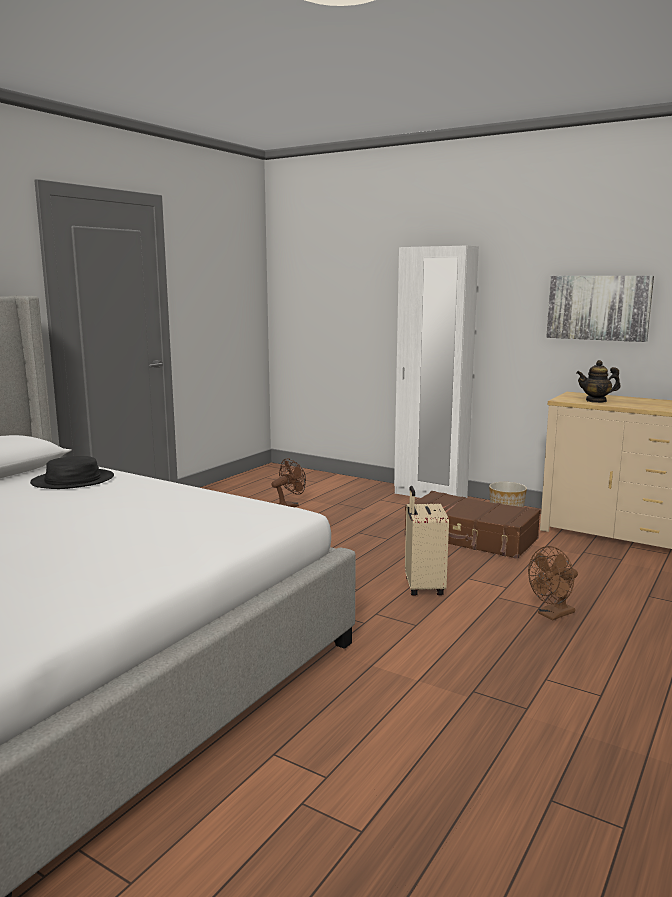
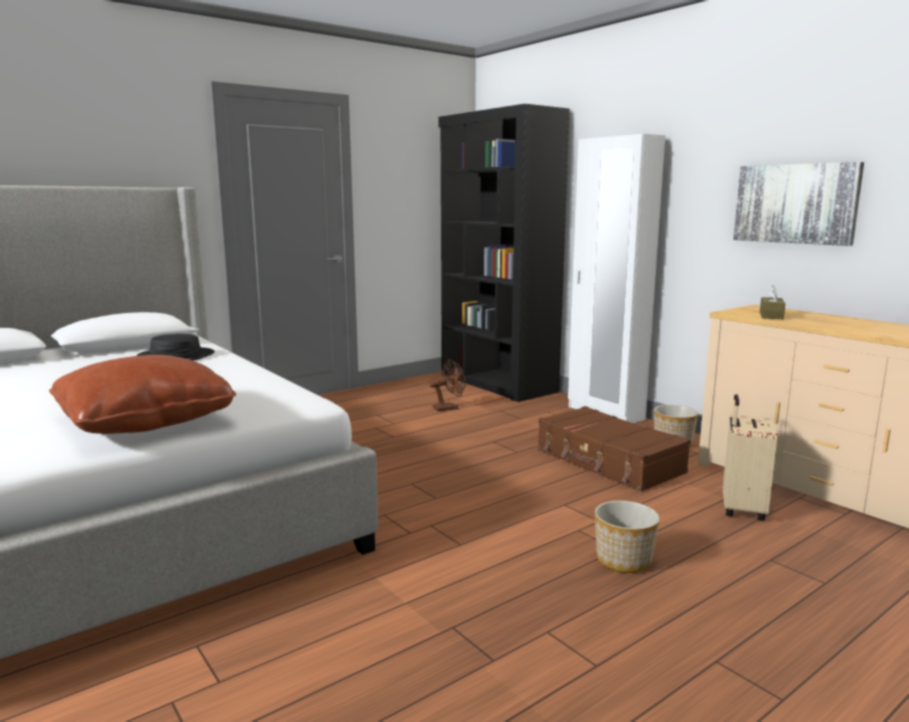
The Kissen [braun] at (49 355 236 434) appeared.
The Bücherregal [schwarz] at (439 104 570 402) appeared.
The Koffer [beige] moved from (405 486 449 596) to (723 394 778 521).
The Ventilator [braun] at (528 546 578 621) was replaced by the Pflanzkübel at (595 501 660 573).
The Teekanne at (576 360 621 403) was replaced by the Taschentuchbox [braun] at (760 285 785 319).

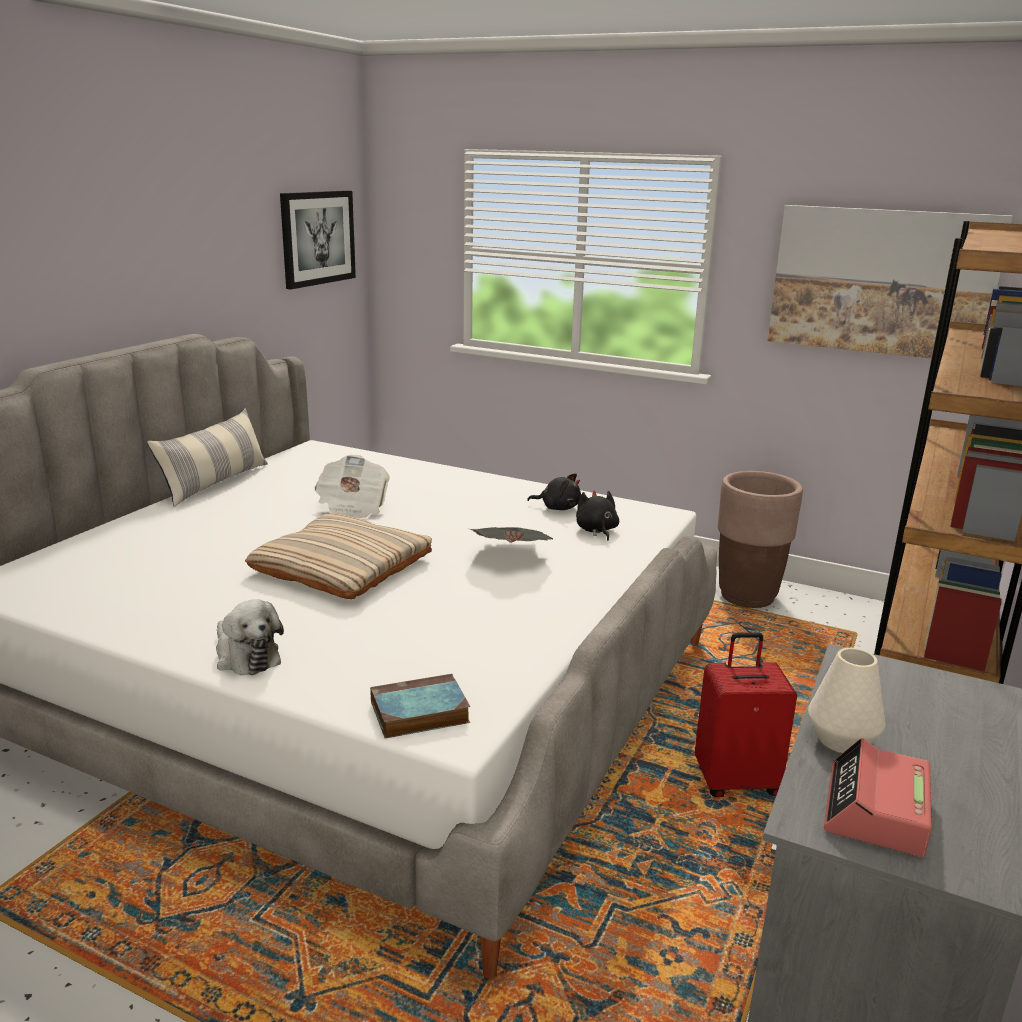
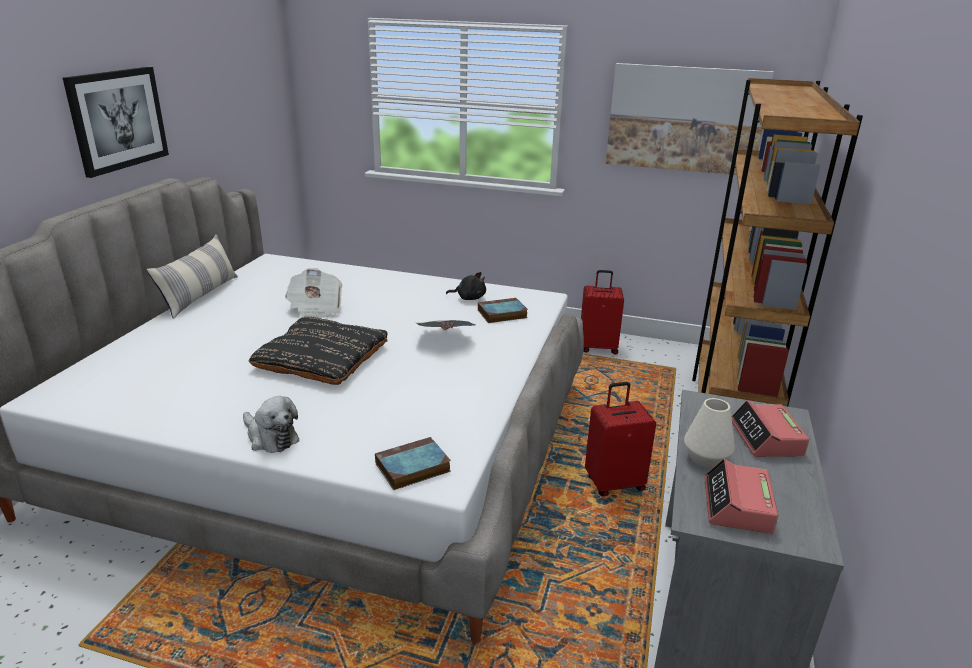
The Wecker at (731 400 809 457) appeared.
The Bild moved from (280 190 356 289) to (63 67 169 178).
The Plüschtier [schwarz] at (576 490 619 541) was replaced by the Buch at (478 298 528 323).
The Pflanzkübel [braun] at (718 471 803 608) was replaced by the Koffer [rot] at (581 270 624 355).
The Kissen [beige] at (245 513 432 599) became the Kissen [schwarz] at (249 317 388 385).

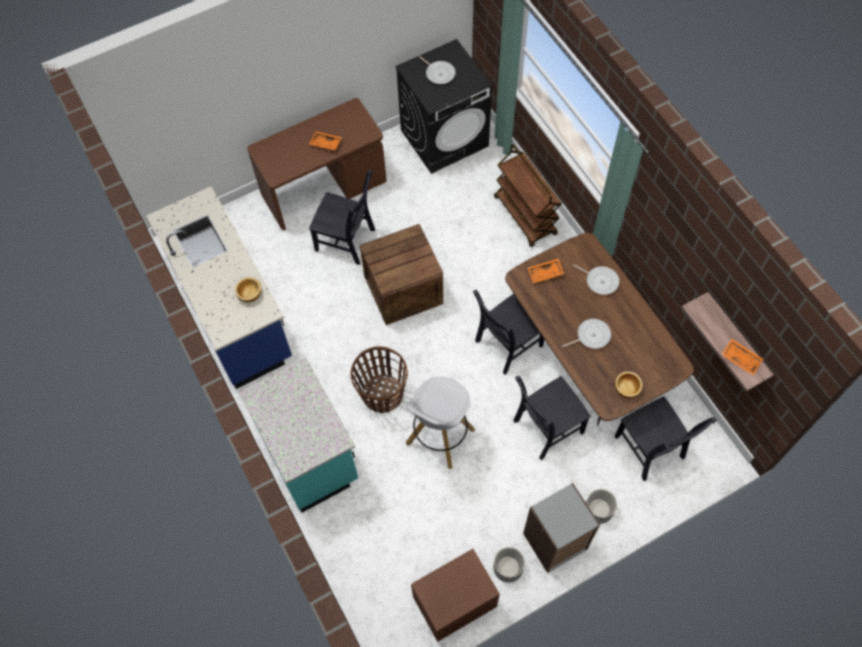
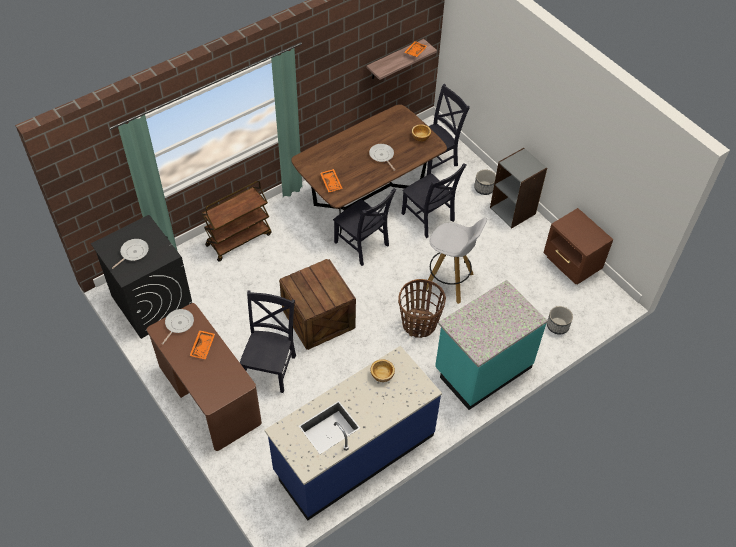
The Pflanzkübel moved from (493 547 525 582) to (547 306 573 335).
The Pfanne moved from (572 264 619 295) to (162 309 194 345).

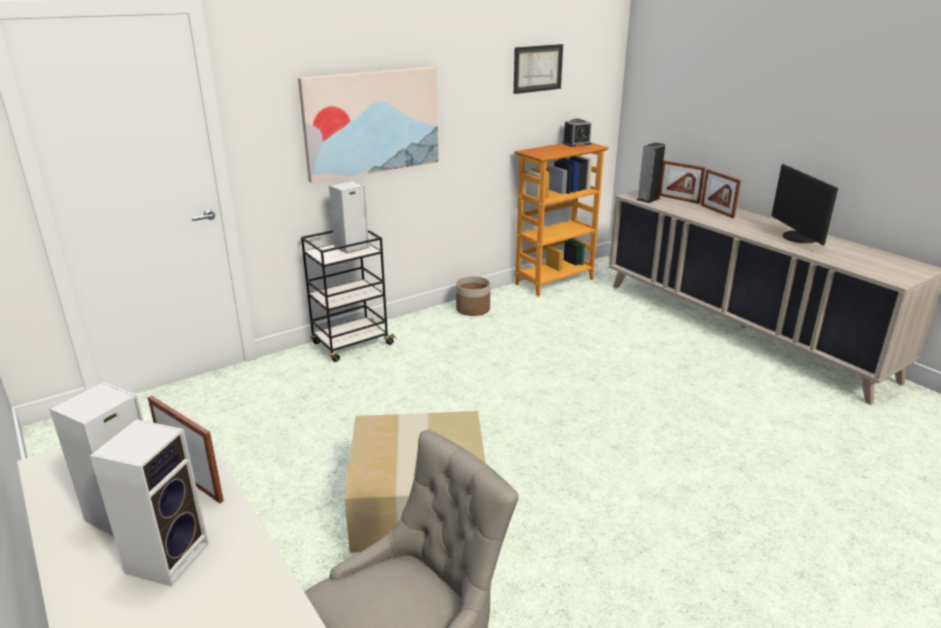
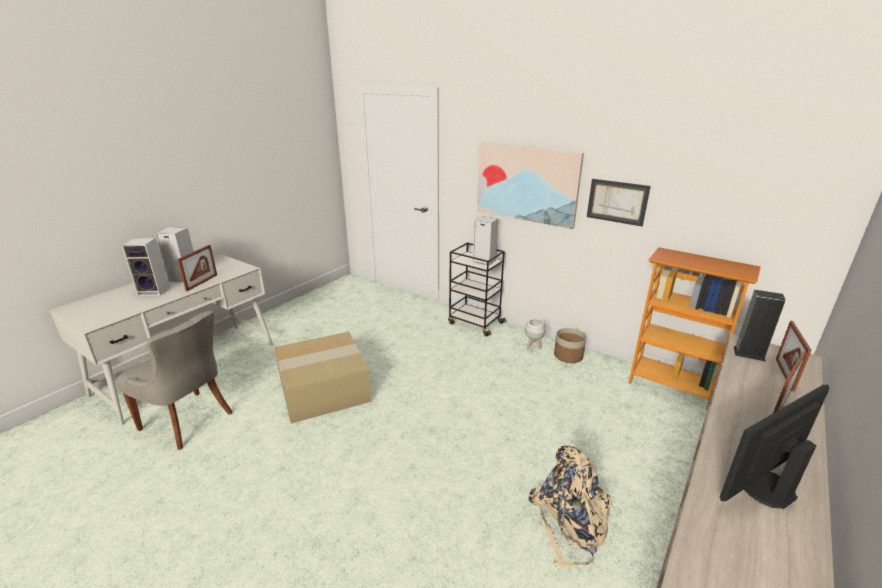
The Wecker at (563 119 592 147) disappeared.
The Pflanzkübel [weiß] at (525 319 545 349) appeared.
The Rucksack [beige] at (528 445 615 567) appeared.
The Bild moved from (514 44 563 94) to (587 179 651 226).

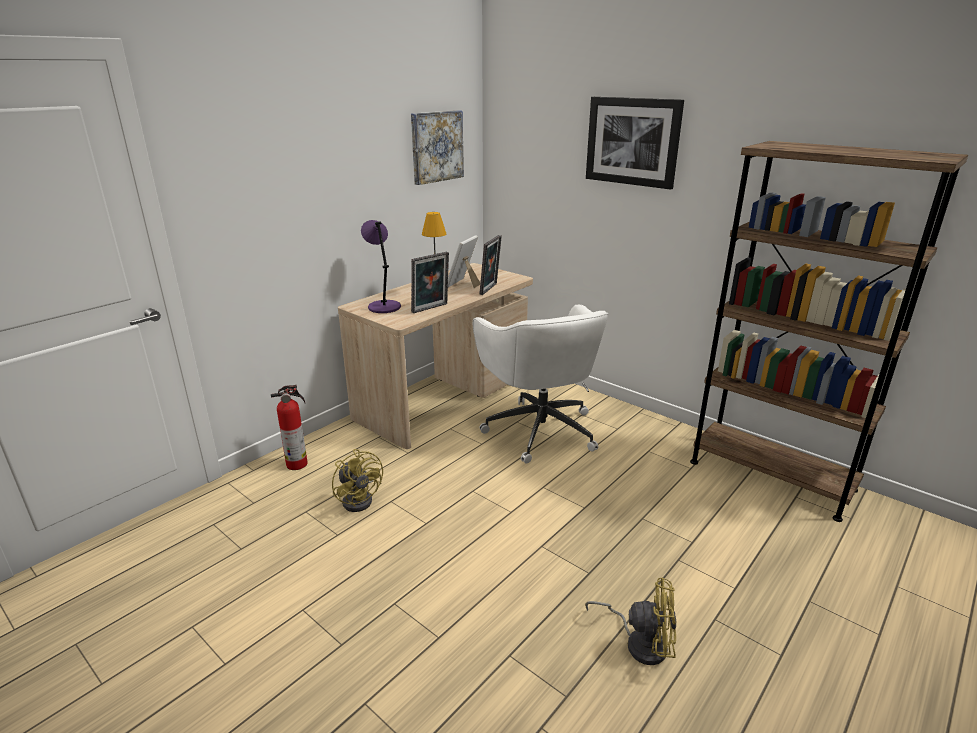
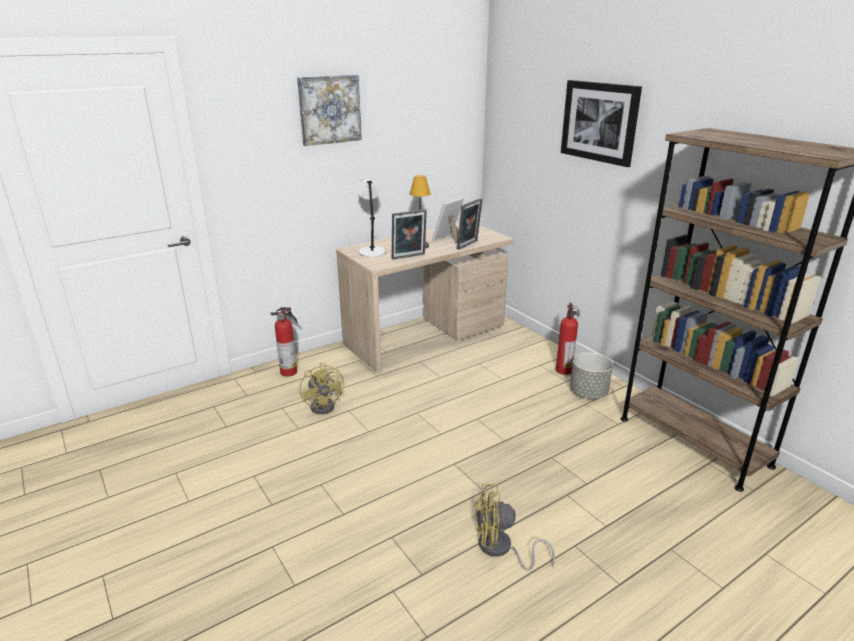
The Bürostuhl [weiß] at (473 305 608 464) disappeared.
The Feuerlöscher at (556 303 580 375) appeared.
The Pflanzkübel [grau] at (570 353 613 399) appeared.
The Bild moved from (411 110 464 185) to (297 75 362 146).
The Tischlampe [lila] at (361 220 401 313) became the Tischlampe [weiß] at (357 179 386 257).
The Ventilator [gelb] at (585 578 677 665) turned 150 degrees clockwise.

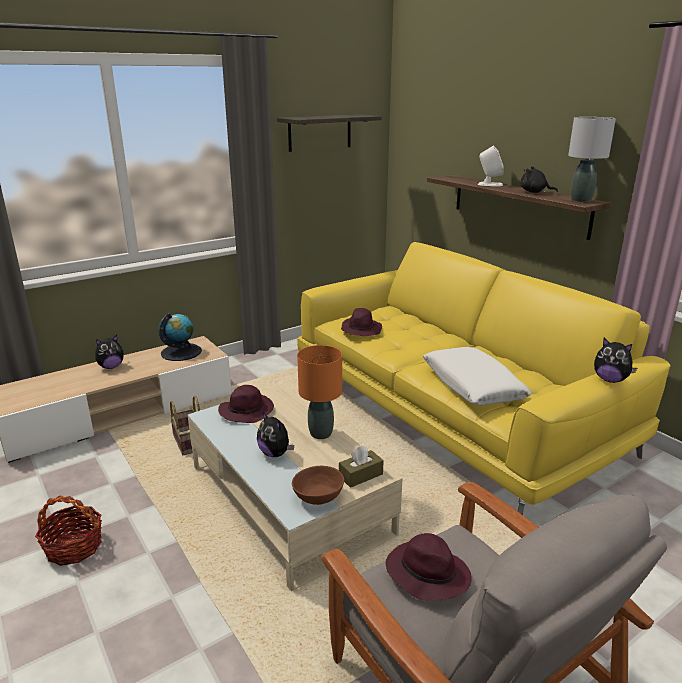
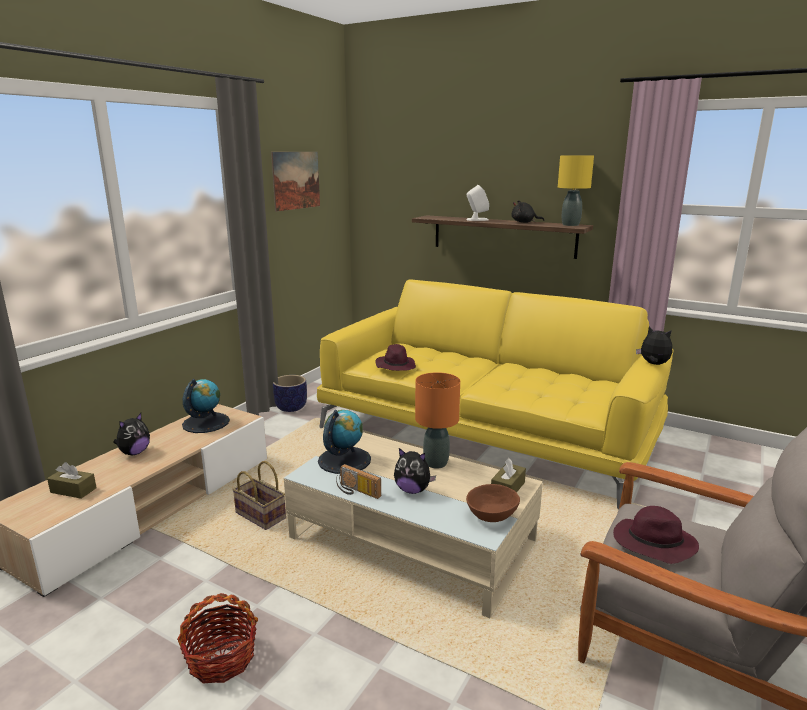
The Kissen [weiß] at (423 347 532 405) disappeared.
The Taschentuchbox [braun] at (47 462 97 499) appeared.
The Pflanzkübel at (273 375 307 412) appeared.
The Radio at (336 464 381 499) appeared.
The Hut [lila] at (218 385 274 423) was replaced by the Globus at (318 410 371 474).
The Wandregal at (277 114 382 152) was replaced by the Bild at (271 152 320 211).
The Tischlampe [grau] at (568 117 616 202) became the Tischlampe [gelb] at (558 155 594 226).
The Plüschtier at (594 338 637 383) turned 150 degrees counterclockwise.

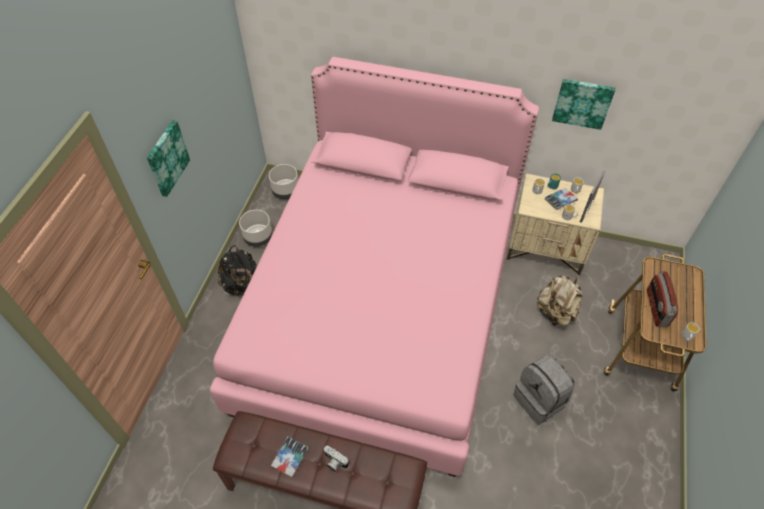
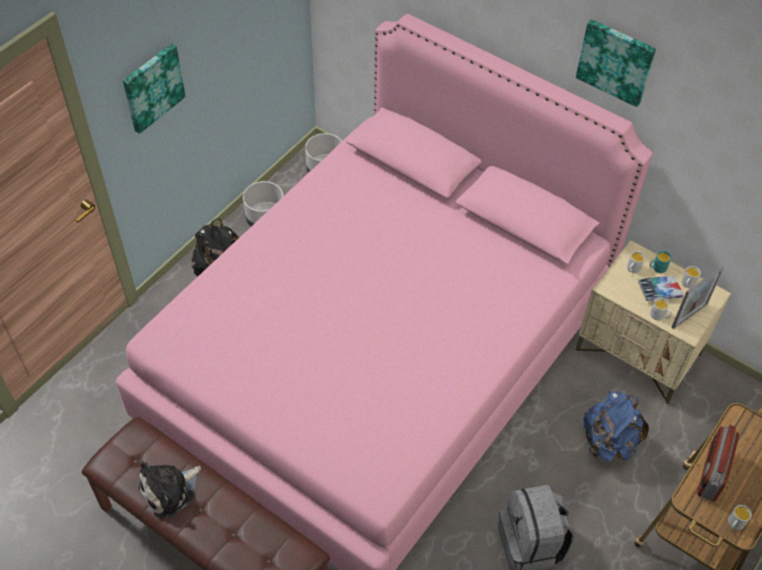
The Kamera at (324 446 349 472) disappeared.
The Bild moved from (552 79 615 130) to (576 19 656 107).
The Buch at (271 437 309 478) was replaced by the Plüschtier at (138 461 201 518).
The Rucksack [beige] at (537 276 583 326) became the Rucksack [blau] at (584 391 649 461).

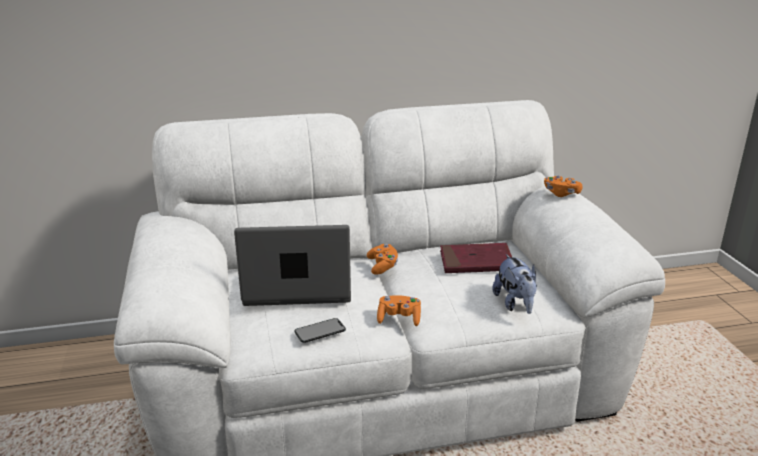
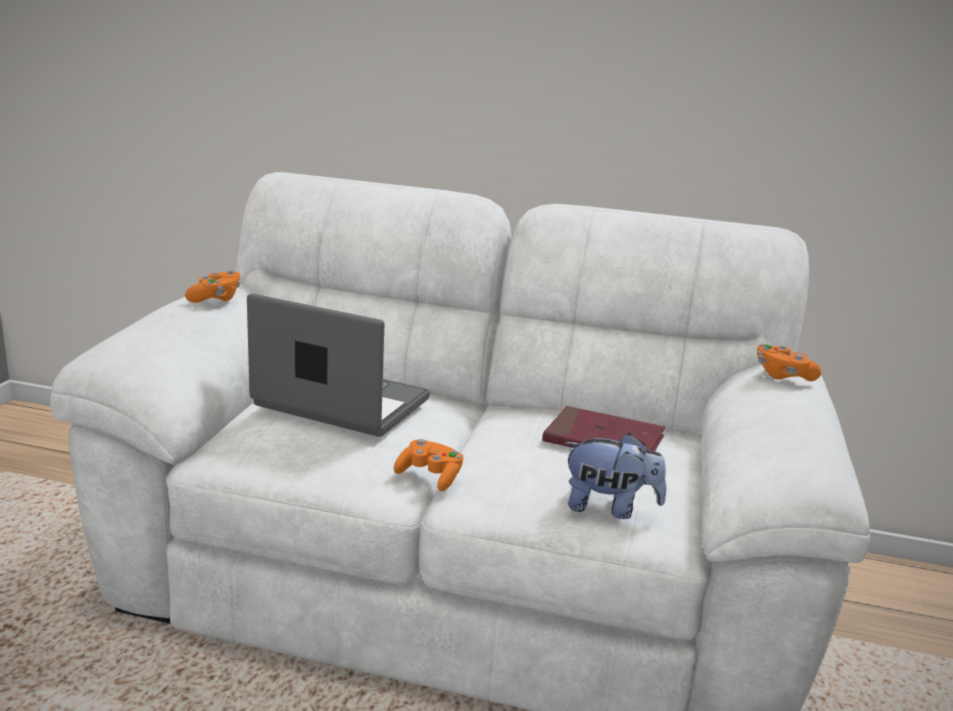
The Handy at (295 318 346 343) disappeared.
The Gamepad [orange] moved from (367 244 398 275) to (185 270 241 303).
The Plüschtier at (492 254 537 314) turned 90 degrees counterclockwise.

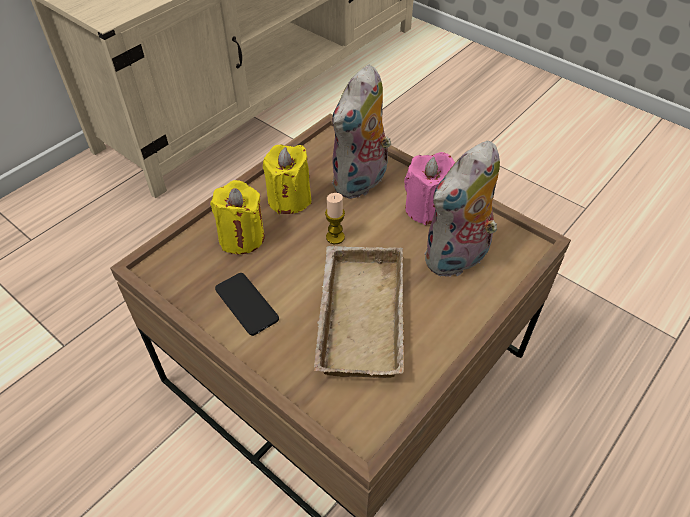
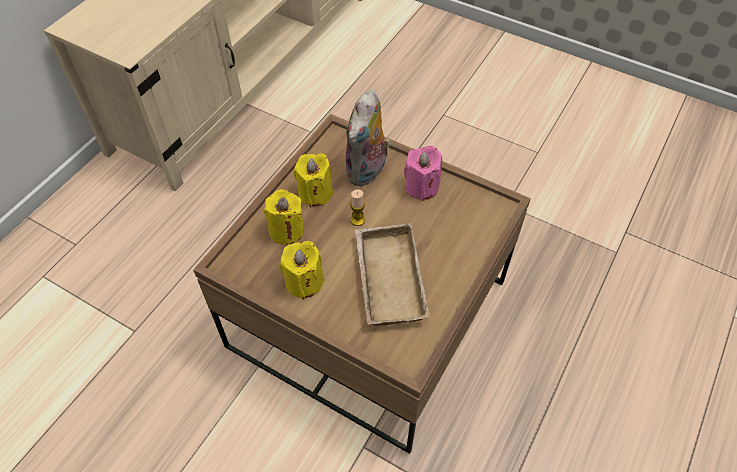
The Plüschtier at (424 141 500 277) disappeared.
The Handy at (215 273 279 336) was replaced by the Kerze [gelb] at (279 241 324 300).

